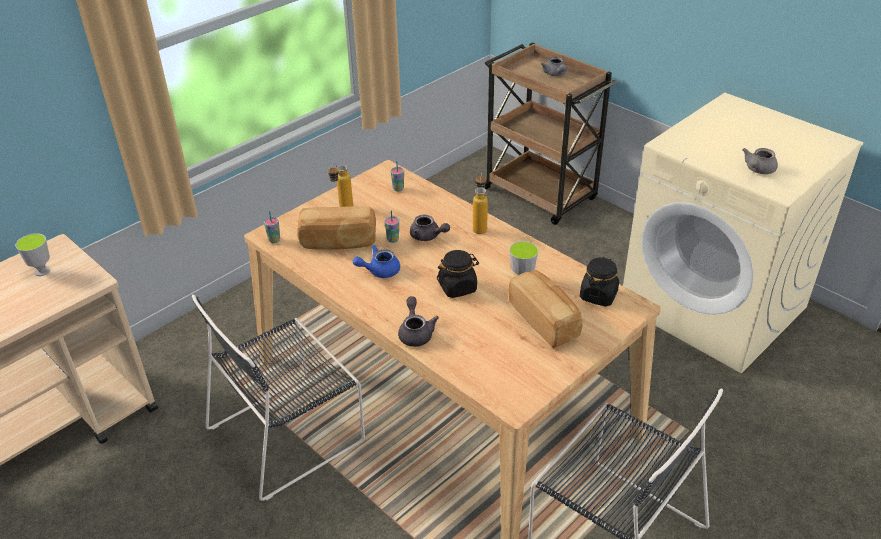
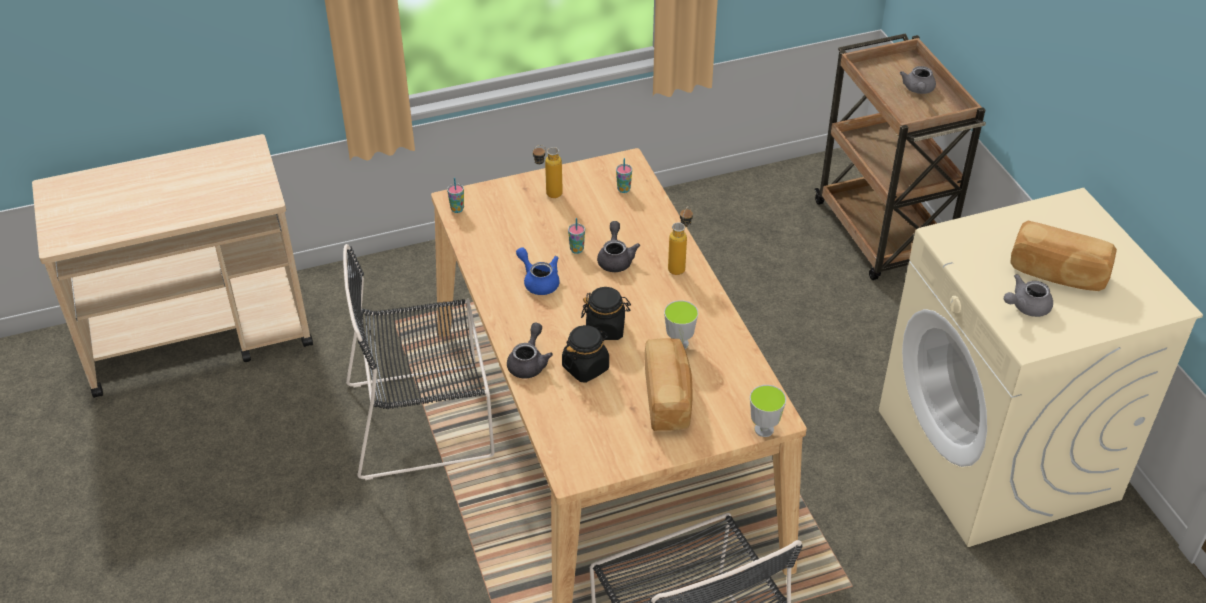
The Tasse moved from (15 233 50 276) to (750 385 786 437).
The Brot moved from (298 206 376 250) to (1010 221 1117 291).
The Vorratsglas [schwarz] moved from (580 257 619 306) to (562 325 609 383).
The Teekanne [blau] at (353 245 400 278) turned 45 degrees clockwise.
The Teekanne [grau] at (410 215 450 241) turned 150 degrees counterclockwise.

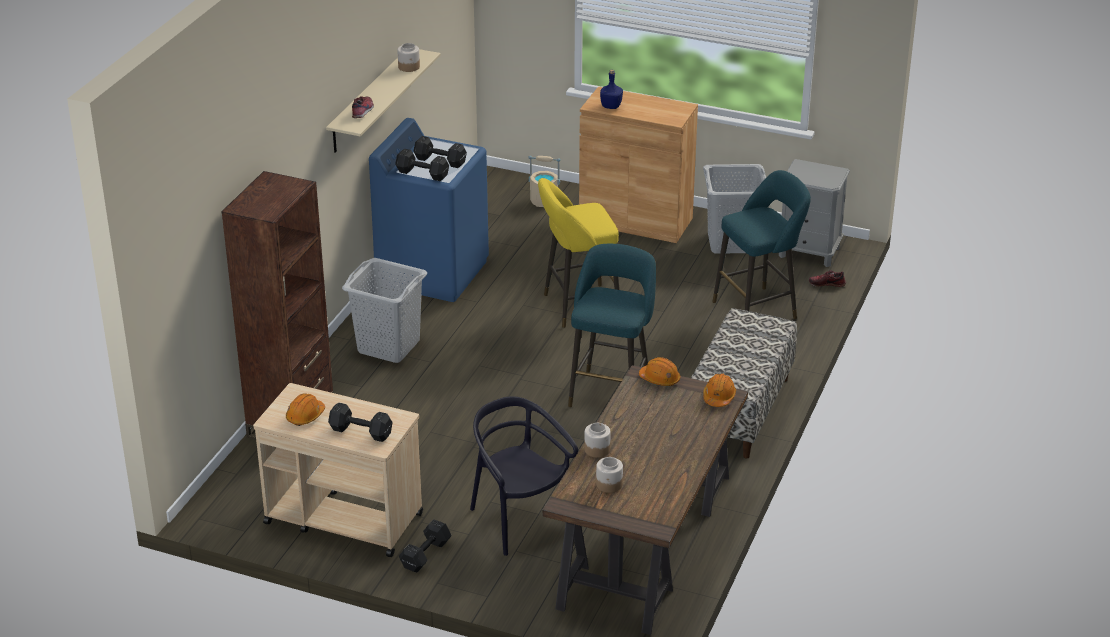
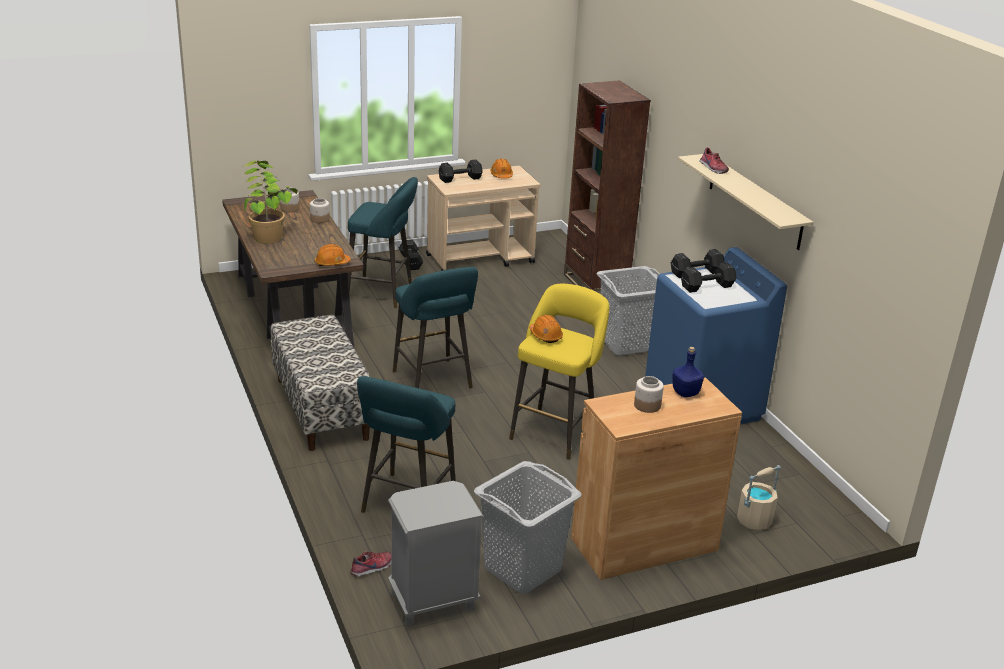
The Topfpflanze at (244 160 298 244) appeared.
The Vorratsglas moved from (397 43 420 72) to (634 376 664 413).
The Schutzhelm [orange] moved from (703 373 736 407) to (529 315 563 343).
The Stuhl [schwarz] at (470 396 578 556) was replaced by the Hocker [türkis] at (348 177 418 308).

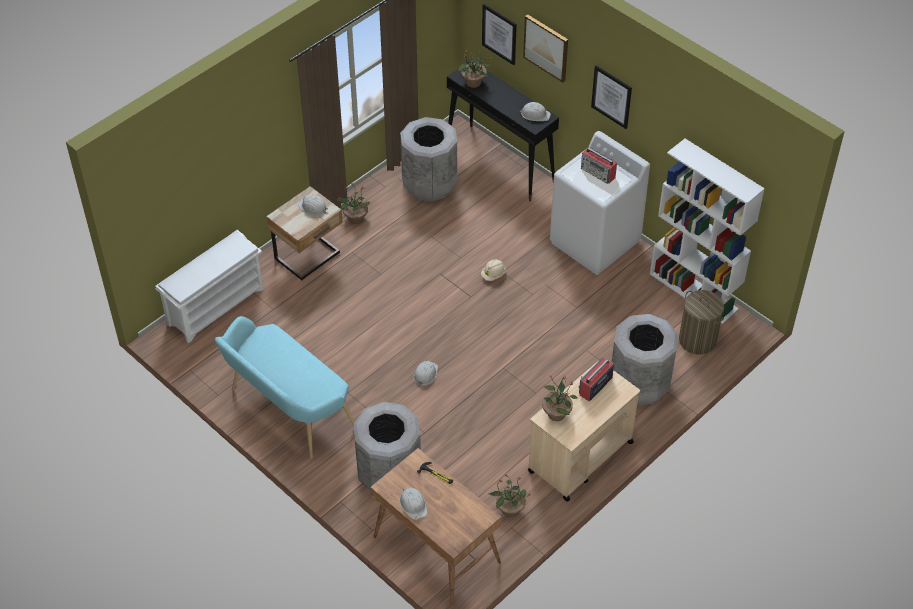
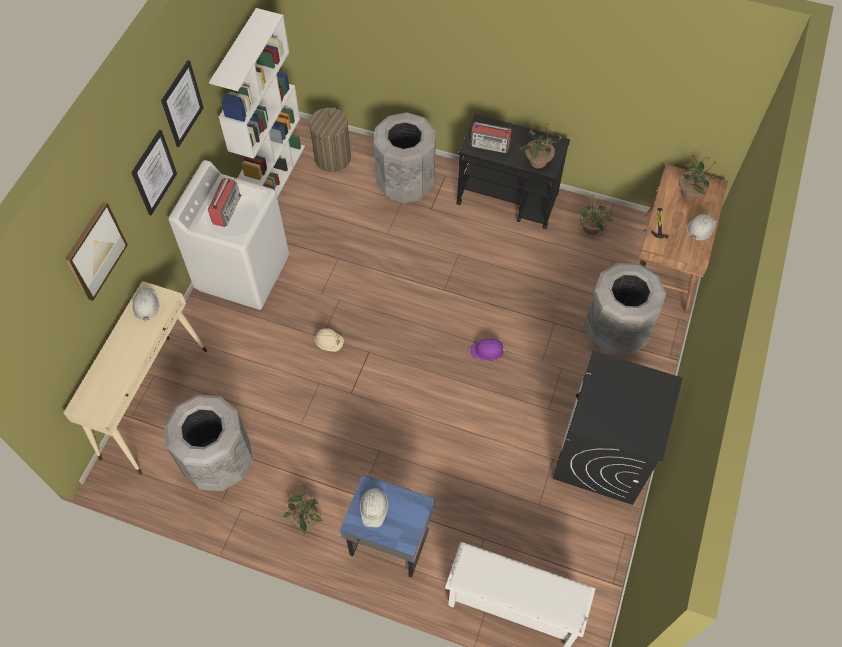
The Topfpflanze moved from (458 49 491 88) to (679 152 716 200).
The Bild moved from (482 4 517 65) to (161 60 204 147).
The Bank [türkis] at (215 316 355 459) was replaced by the Waschmaschine [schwarz] at (553 351 683 505).
The Nachttisch [beige] at (266 186 343 280) became the Nachttisch [blau] at (340 474 435 578).
The Schutzhelm [weiß] at (414 361 438 386) became the Schutzhelm [lila] at (471 338 506 361).
The Konsolentisch [schwarz] at (447 61 559 202) became the Konsolentisch [beige] at (64 281 207 475).
The Rollwagen [beige] at (528 361 640 501) became the Rollwagen [schwarz] at (456 114 570 229).

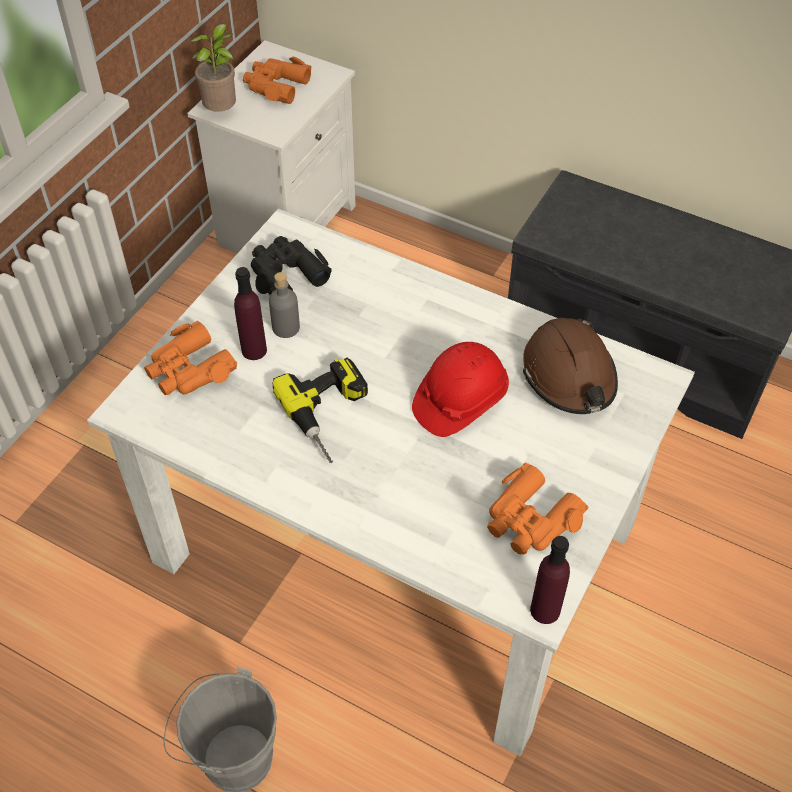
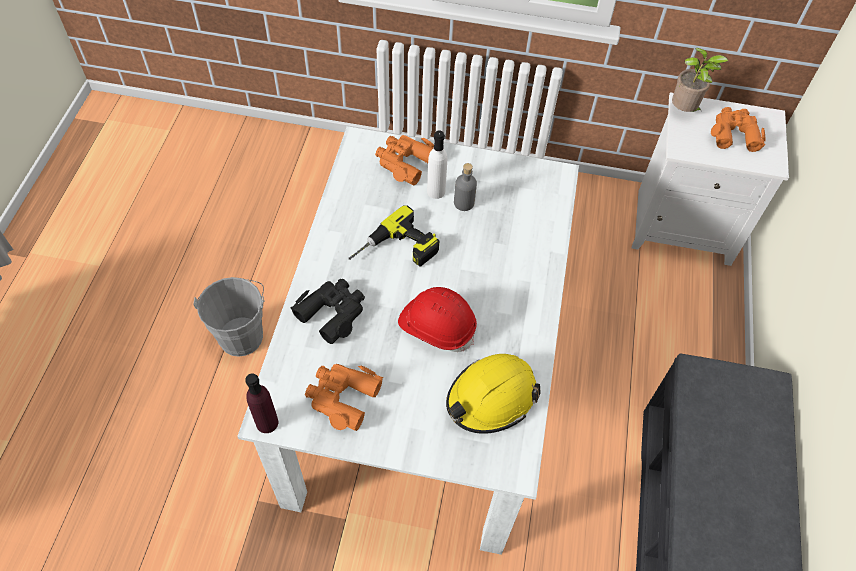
The Fernglas [schwarz] moved from (251 236 332 295) to (291 279 365 344).
The Flasche [lila] at (234 267 267 360) became the Flasche [weiß] at (427 131 447 199).
The Schutzhelm [braun] at (523 317 618 414) became the Schutzhelm [gelb] at (446 354 541 434).

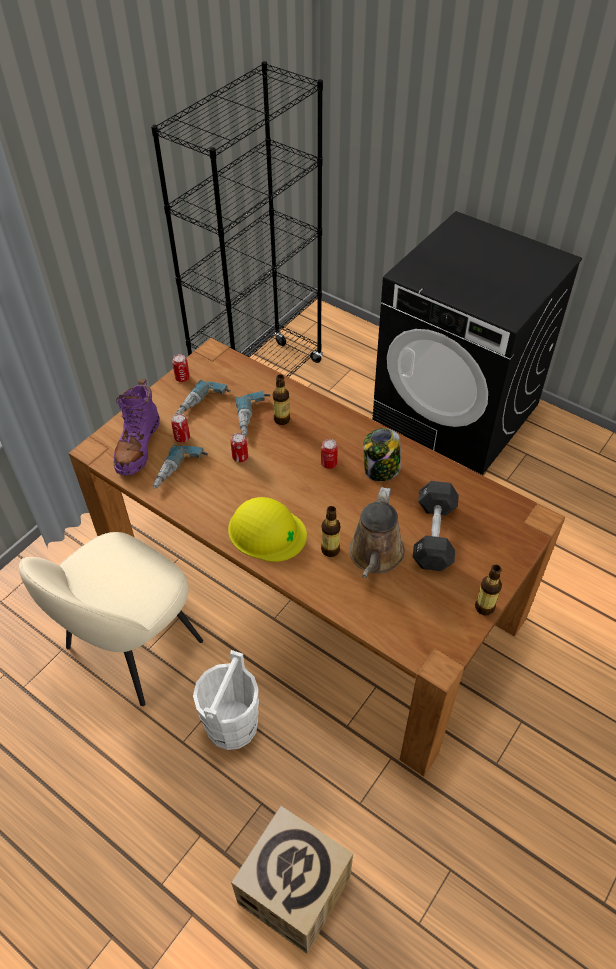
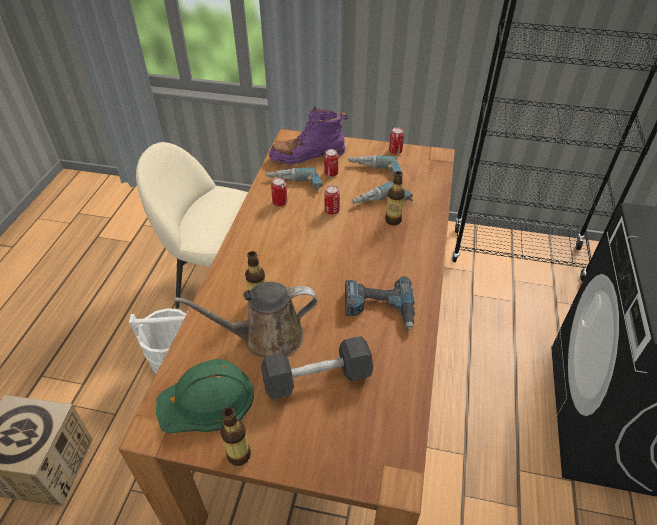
The Schutzhelm [gelb] at (228 497 307 562) disappeared.
The Schutzhelm [grün] at (156 359 254 433) appeared.
The Dose moved from (321 439 338 469) to (271 177 287 206).
The Vorratsglas at (363 428 401 481) was replaced by the Bohrmaschine at (345 276 415 330).

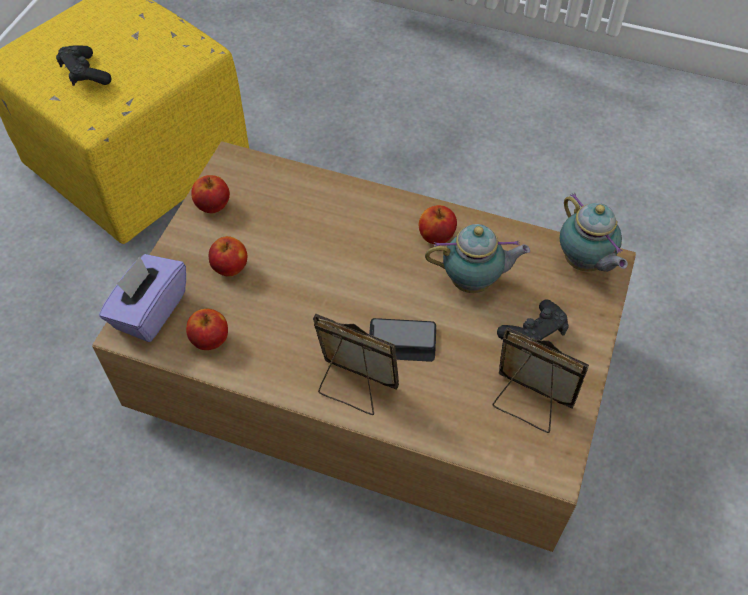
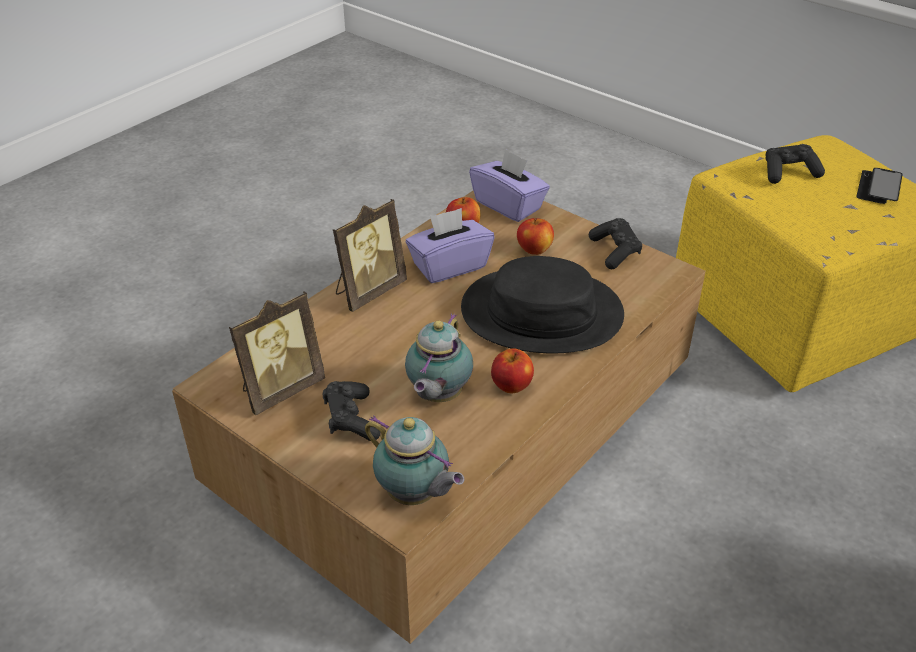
The Taschentuchbox [lila] at (406 208 494 283) appeared.
The Hut [schwarz] at (461 256 624 353) appeared.
The Handy moved from (369 318 436 362) to (856 168 903 204).
The Apfel at (191 175 230 213) was replaced by the Gamepad [schwarz] at (589 218 642 269).
The Teekanne at (560 193 628 272) turned 135 degrees counterclockwise.

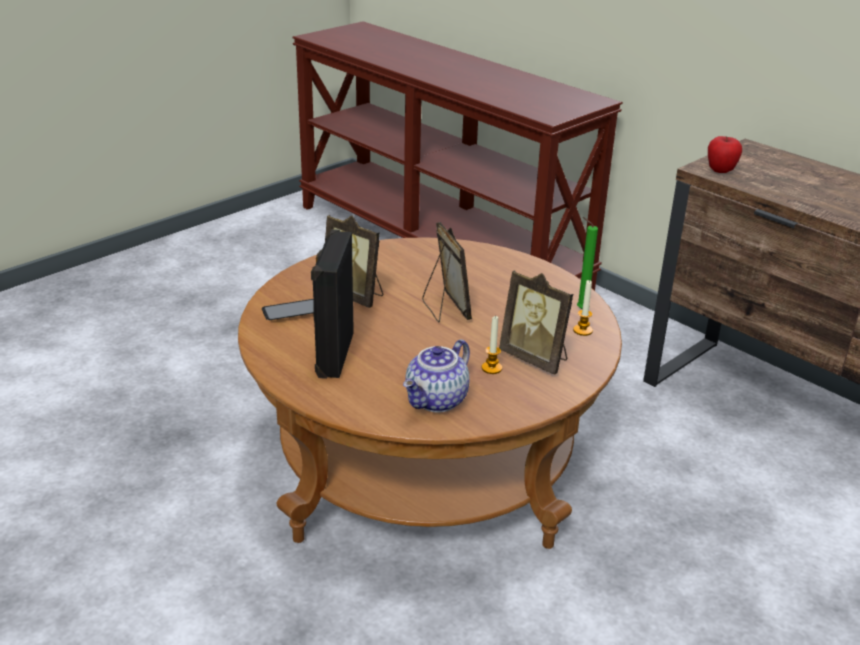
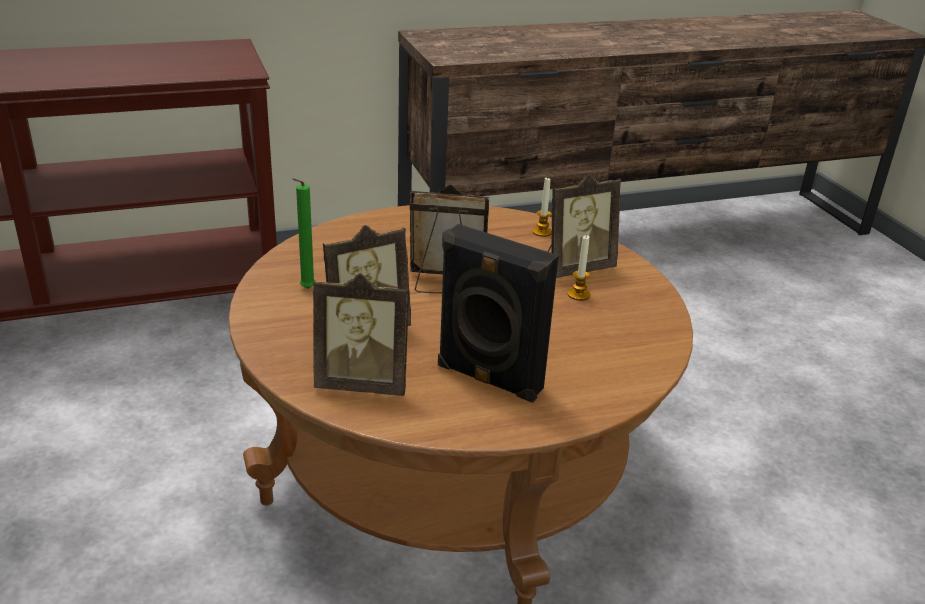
The Teekanne at (403 339 470 412) disappeared.
The Apfel at (708 136 742 173) disappeared.
The Kerze [grün] moved from (577 217 598 309) to (292 178 314 289).
The Handy at (262 299 314 320) was replaced by the Bilderrahmen at (313 273 409 396).

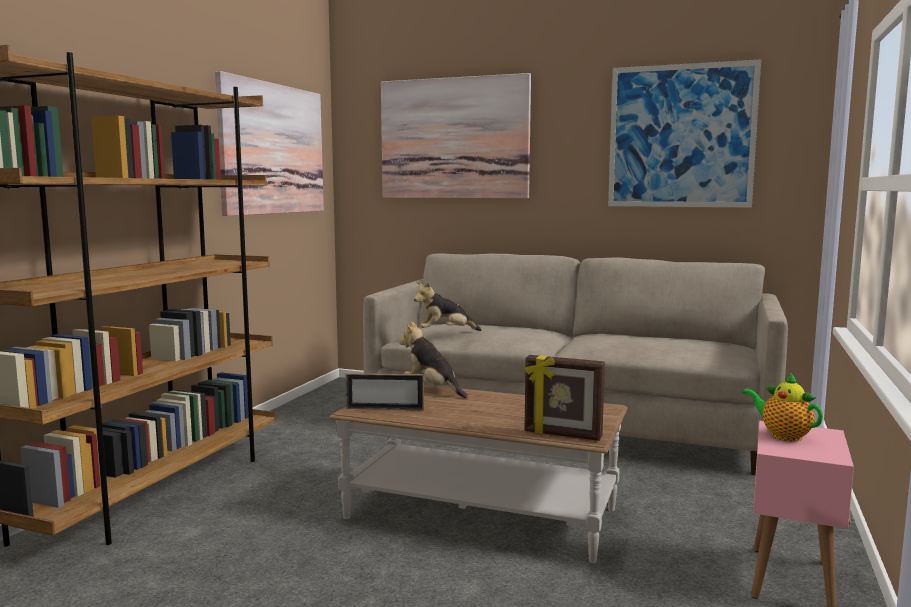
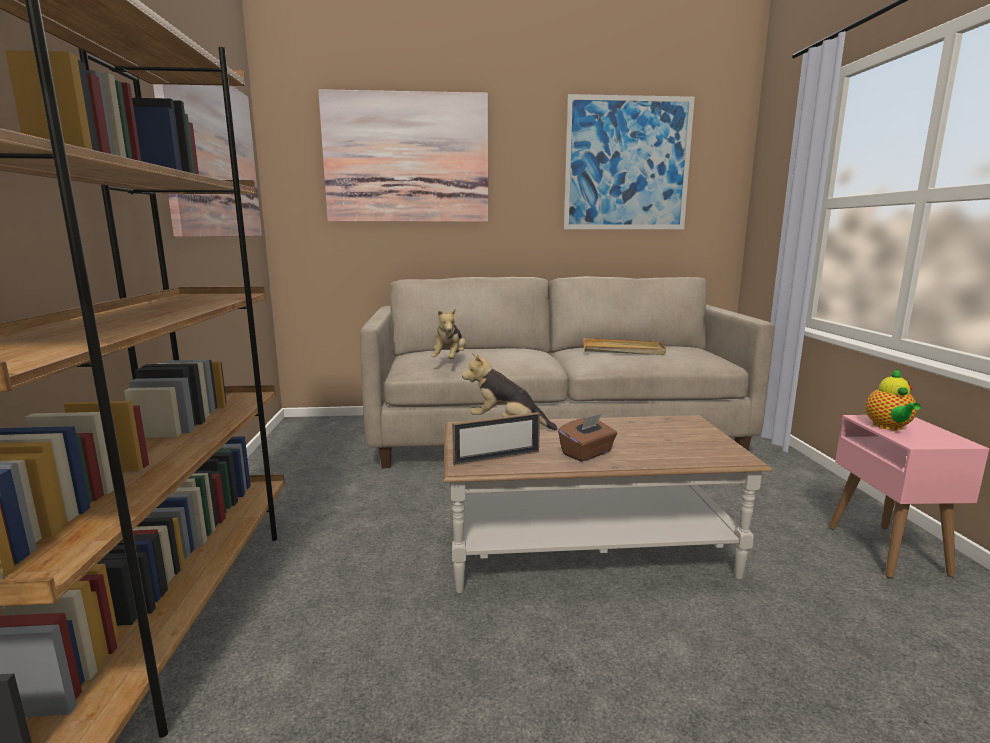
The Bilderrahmen at (524 355 605 441) disappeared.
The Taschentuchbox [braun] at (558 414 617 462) appeared.
The Tablett [beige] at (584 338 666 355) appeared.
The Plüschtier at (414 282 481 331) turned 45 degrees counterclockwise.
The Teekanne at (742 373 823 442) turned 105 degrees counterclockwise.

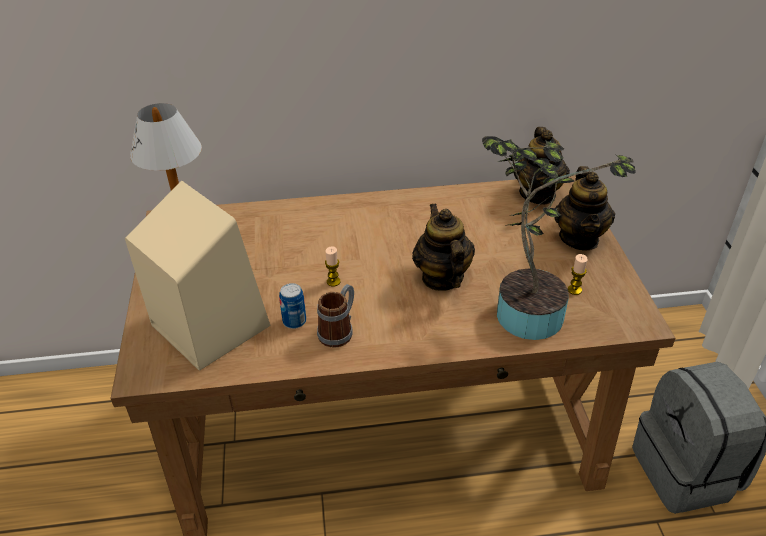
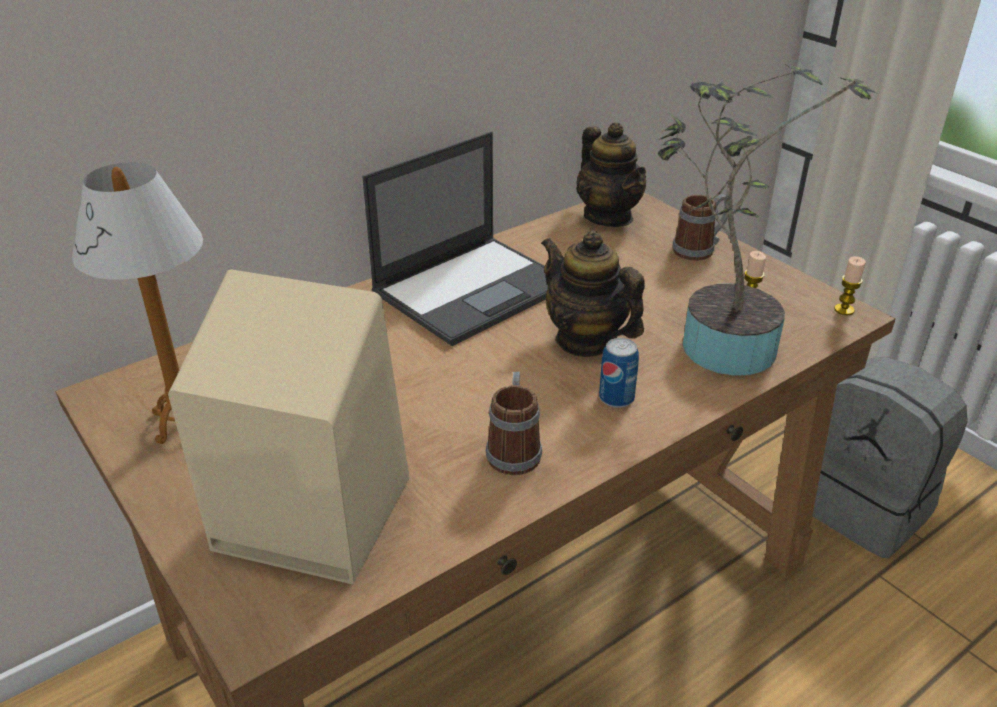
The Laptop at (362 132 548 346) appeared.
The Dose moved from (279 283 306 329) to (599 338 639 408).
The Kerze moved from (325 246 340 287) to (834 256 866 315).
The Teekanne at (554 166 615 250) was replaced by the Henkelbecher at (673 194 728 261).

